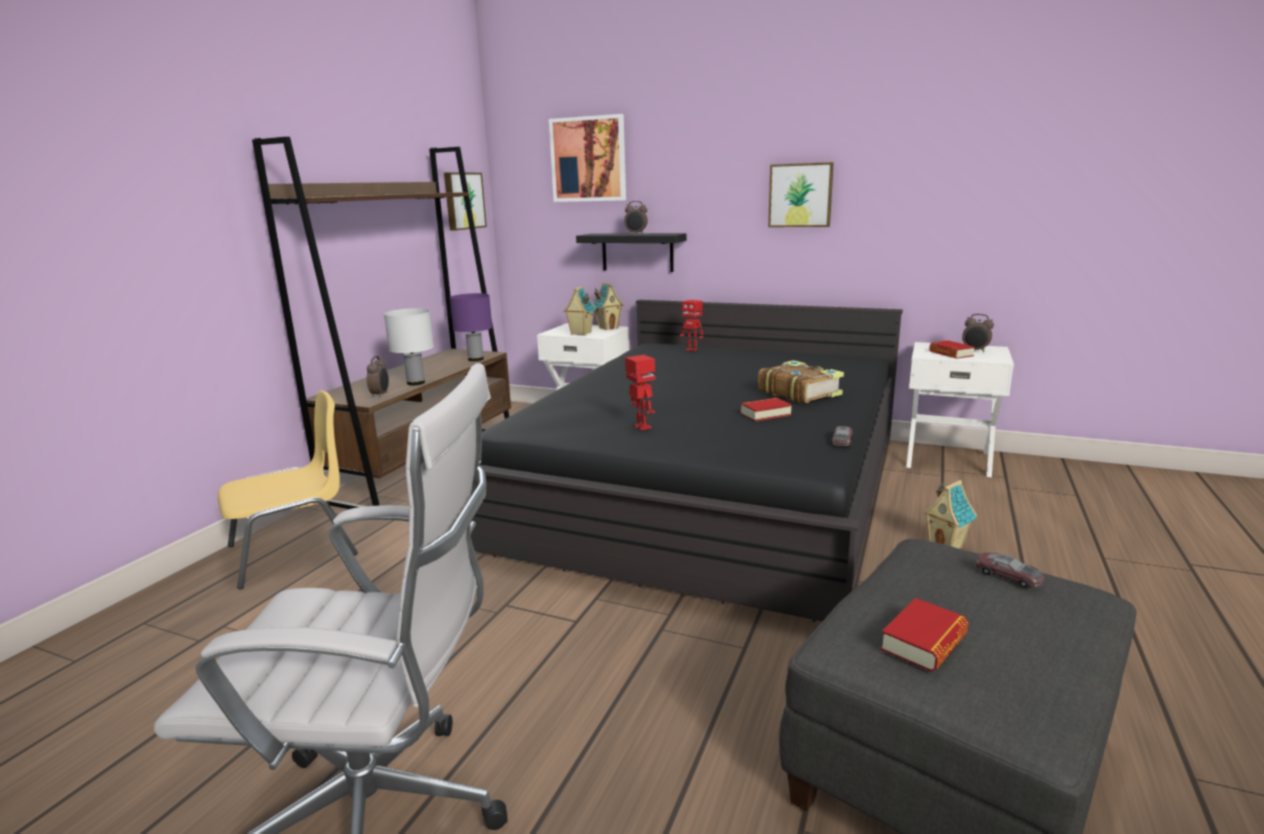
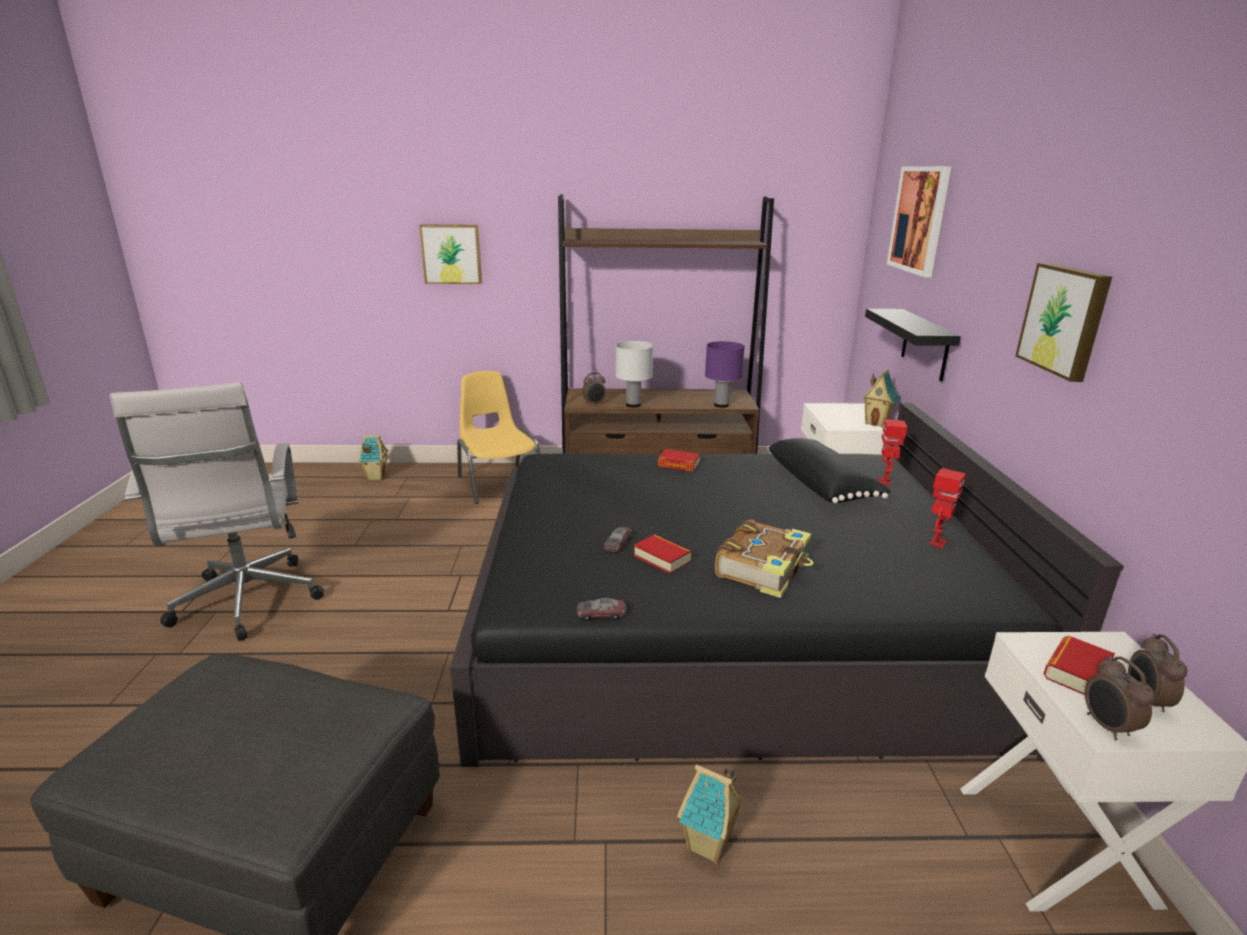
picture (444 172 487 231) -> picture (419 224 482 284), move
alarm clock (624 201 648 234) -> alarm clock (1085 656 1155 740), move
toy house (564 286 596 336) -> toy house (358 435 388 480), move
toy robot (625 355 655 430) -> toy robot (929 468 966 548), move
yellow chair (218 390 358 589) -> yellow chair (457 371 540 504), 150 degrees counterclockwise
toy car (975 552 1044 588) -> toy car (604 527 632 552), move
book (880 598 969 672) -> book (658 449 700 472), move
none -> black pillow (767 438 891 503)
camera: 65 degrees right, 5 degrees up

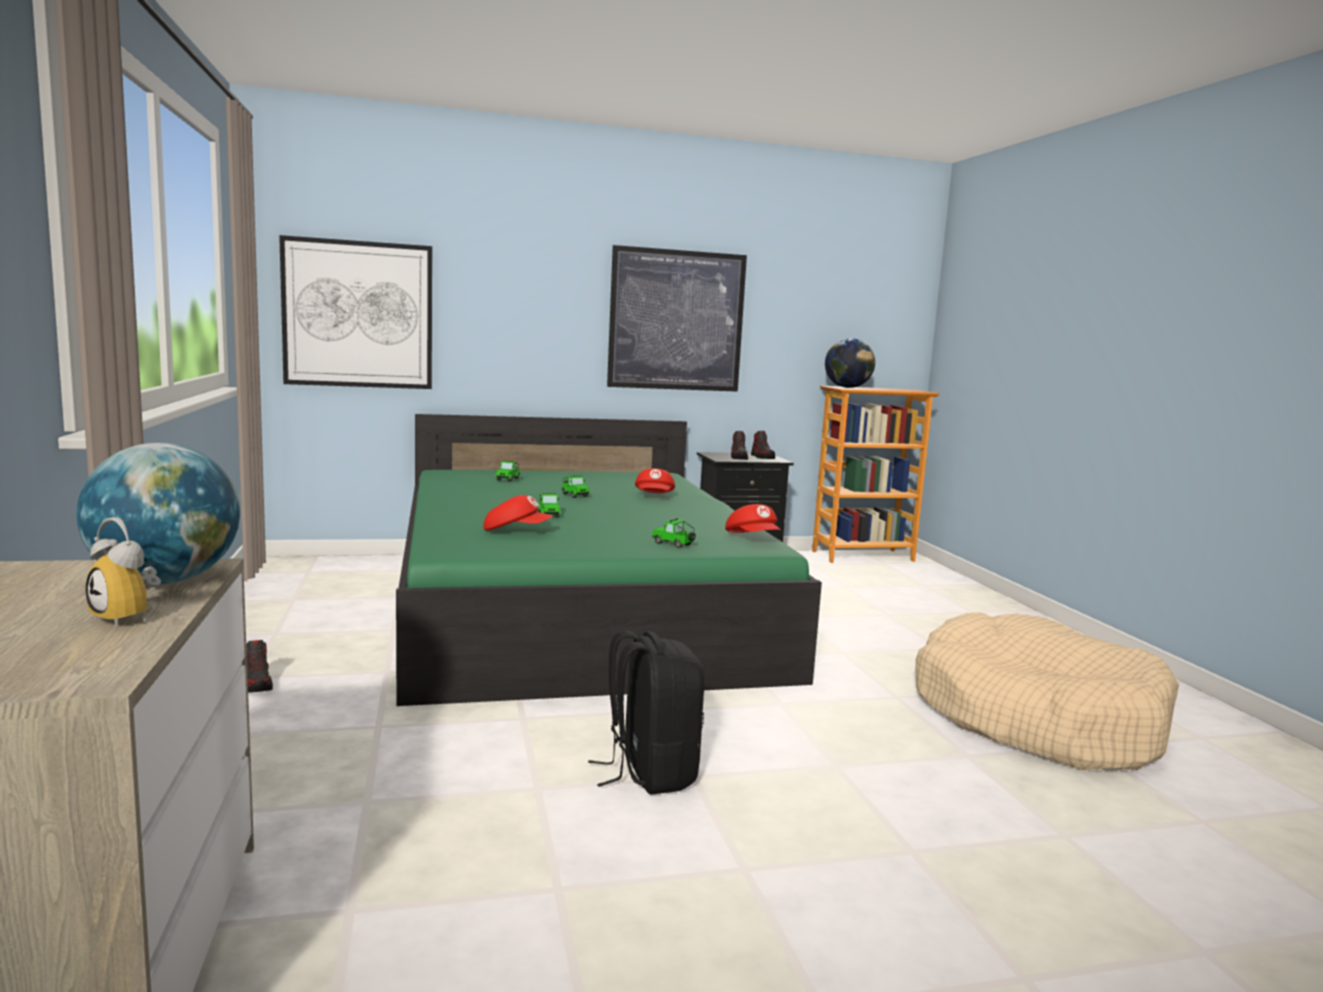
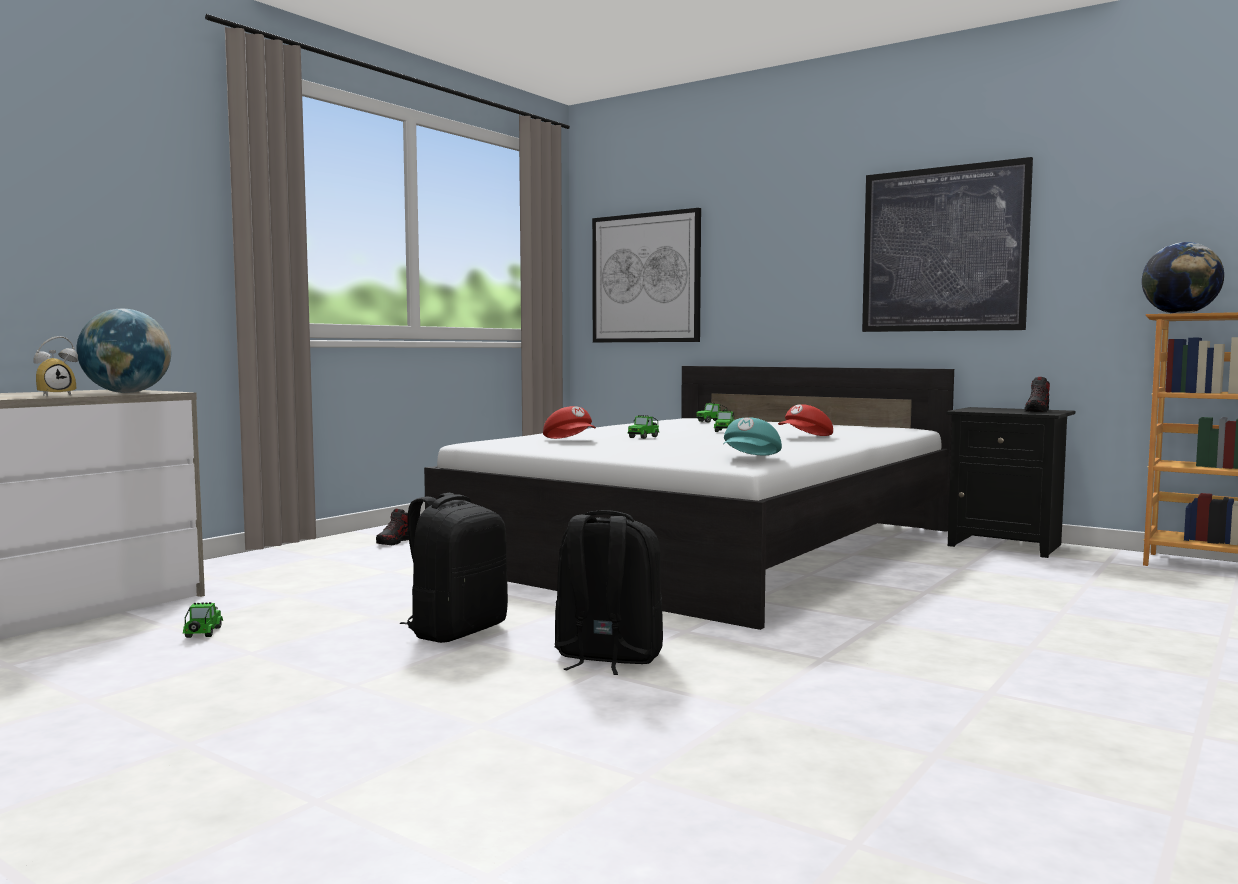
green bed (396 414 822 706) -> white bed (424 366 954 630)
shoe (731 431 748 460) -> none
red cap (725 504 781 533) -> turquoise cap (723 417 782 455)
alarm clock (86 517 161 628) -> alarm clock (33 336 78 397), 135 degrees counterclockwise
toy car (652 519 696 548) -> toy car (183 602 223 638), move
beige dog bed (915 612 1179 770) -> none
none -> black backpack (555 510 663 675)
camera: 50 degrees right, 5 degrees down

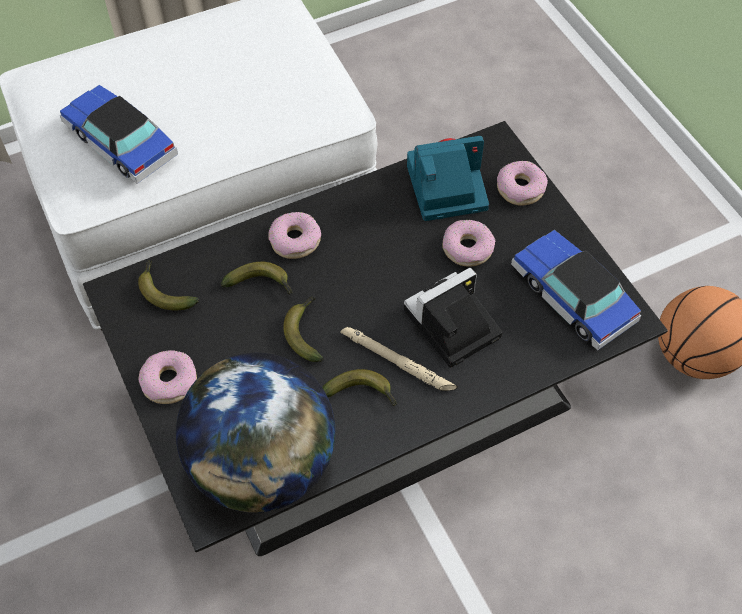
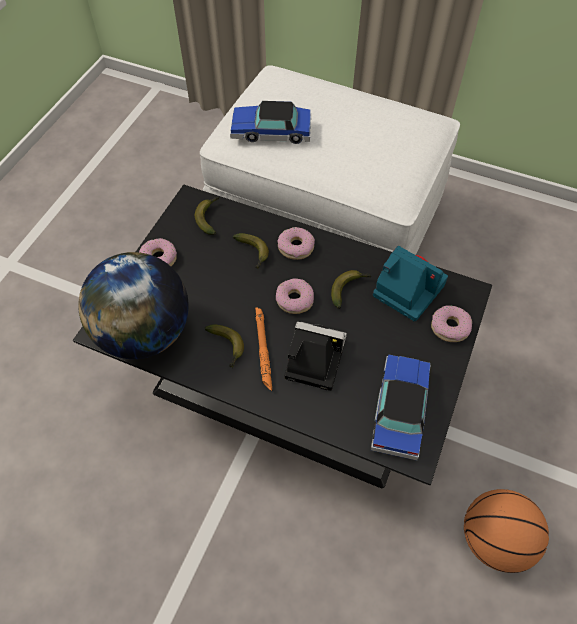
toy car (60 85 178 184) -> toy car (230 101 311 144), 90 degrees counterclockwise
donut (442 220 495 267) -> donut (276 278 314 314), move
banana (283 297 324 362) -> banana (331 270 371 309), move
beige flashlight (340 326 458 391) -> orange flashlight (255 308 273 391)
camera: 50 degrees right, 0 degrees up

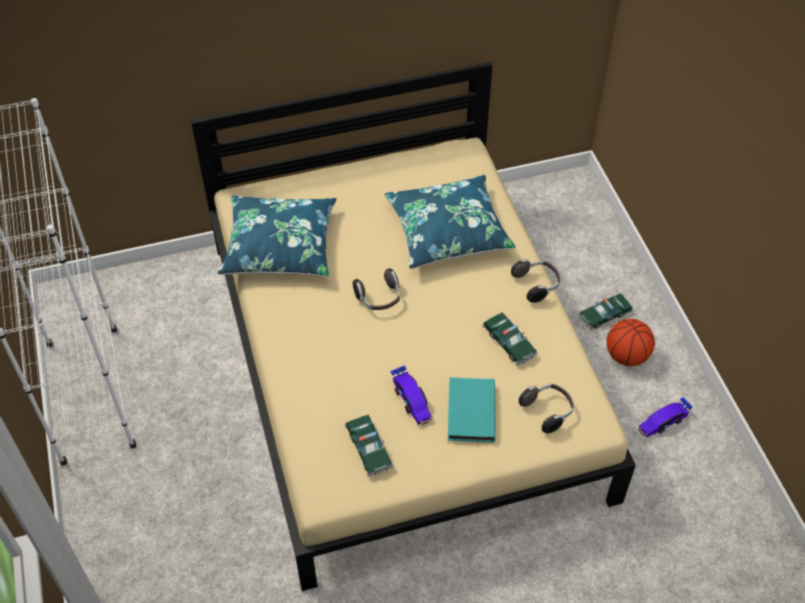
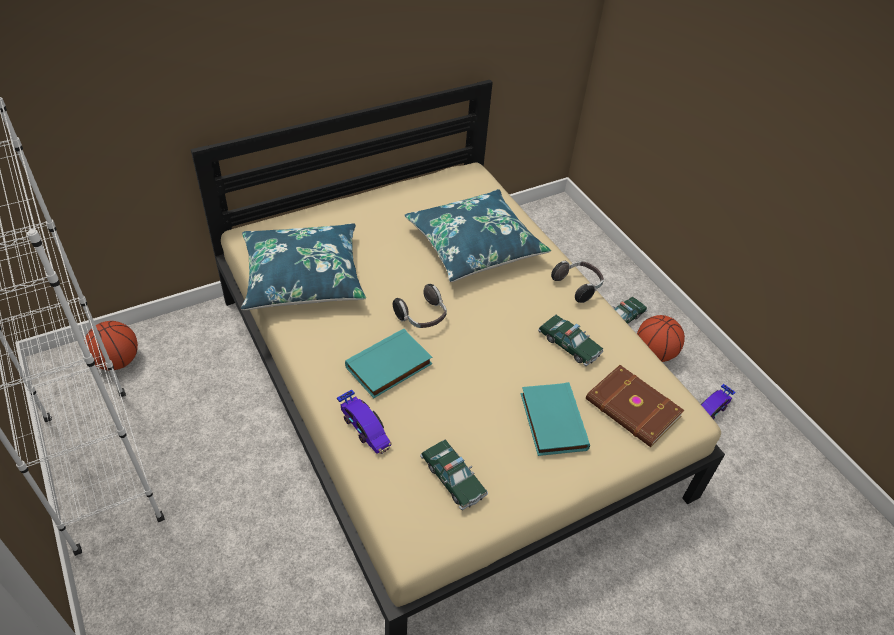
toy car (391 365 432 425) -> toy car (337 389 392 454), move
headphones (519 384 574 434) -> brown book (586 365 684 447)
none -> basketball (85 321 138 371)
none -> turquoise book (345 329 432 398)
camera: 15 degrees left, 5 degrees down

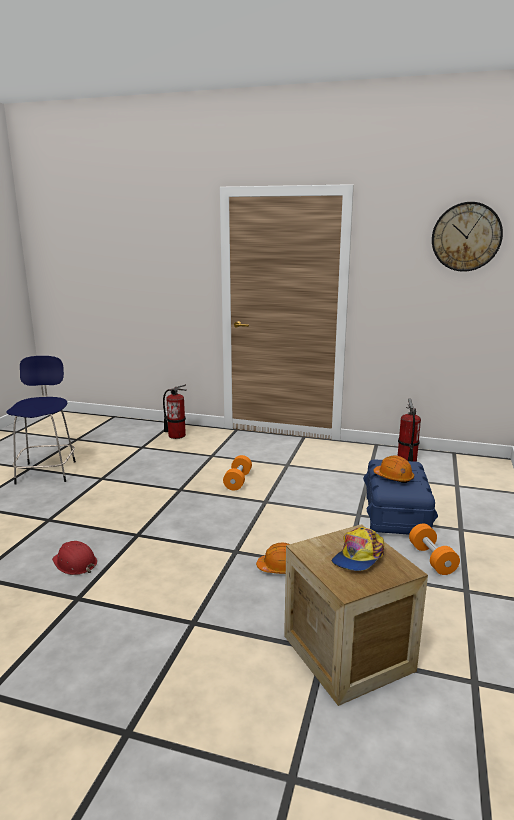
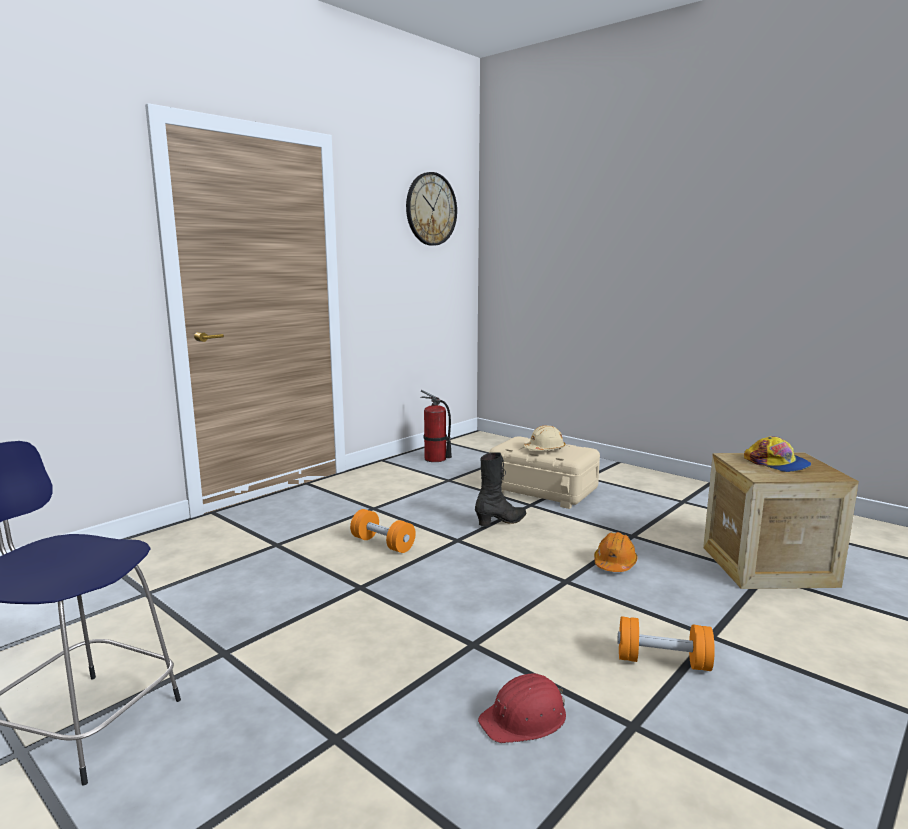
fire extinguisher (163 384 187 439) -> none
orange hard hat (373 455 414 483) -> beige hard hat (523 426 566 451)
blue storage box (363 459 438 534) -> beige storage box (489 436 600 509)
orange dumbbell (409 524 460 575) -> orange dumbbell (617 616 715 671), move
none -> black boot (475 452 526 527)
camera: 65 degrees left, 5 degrees down

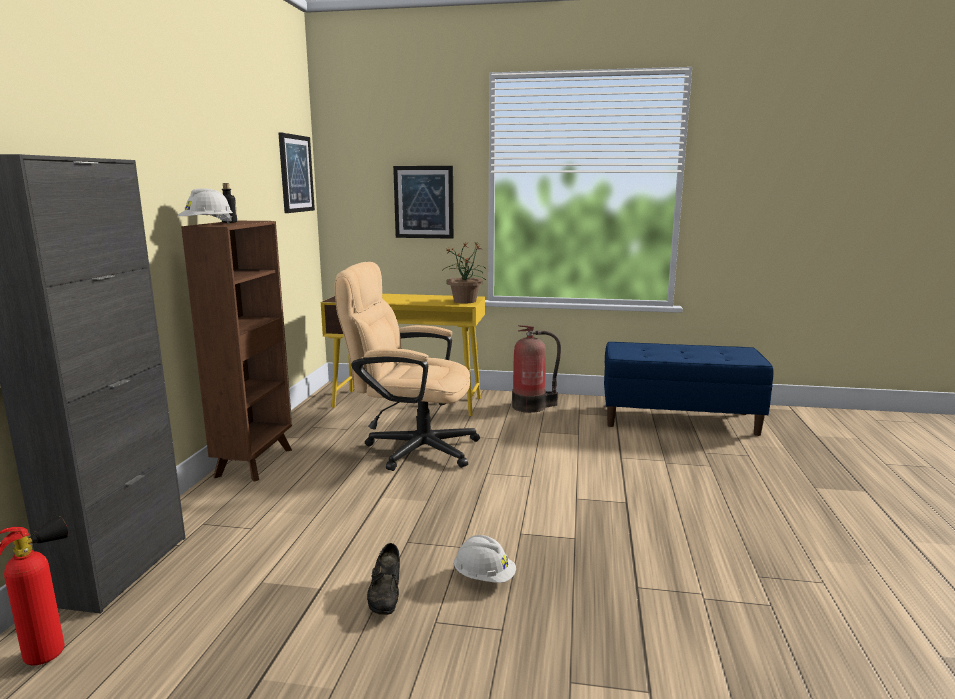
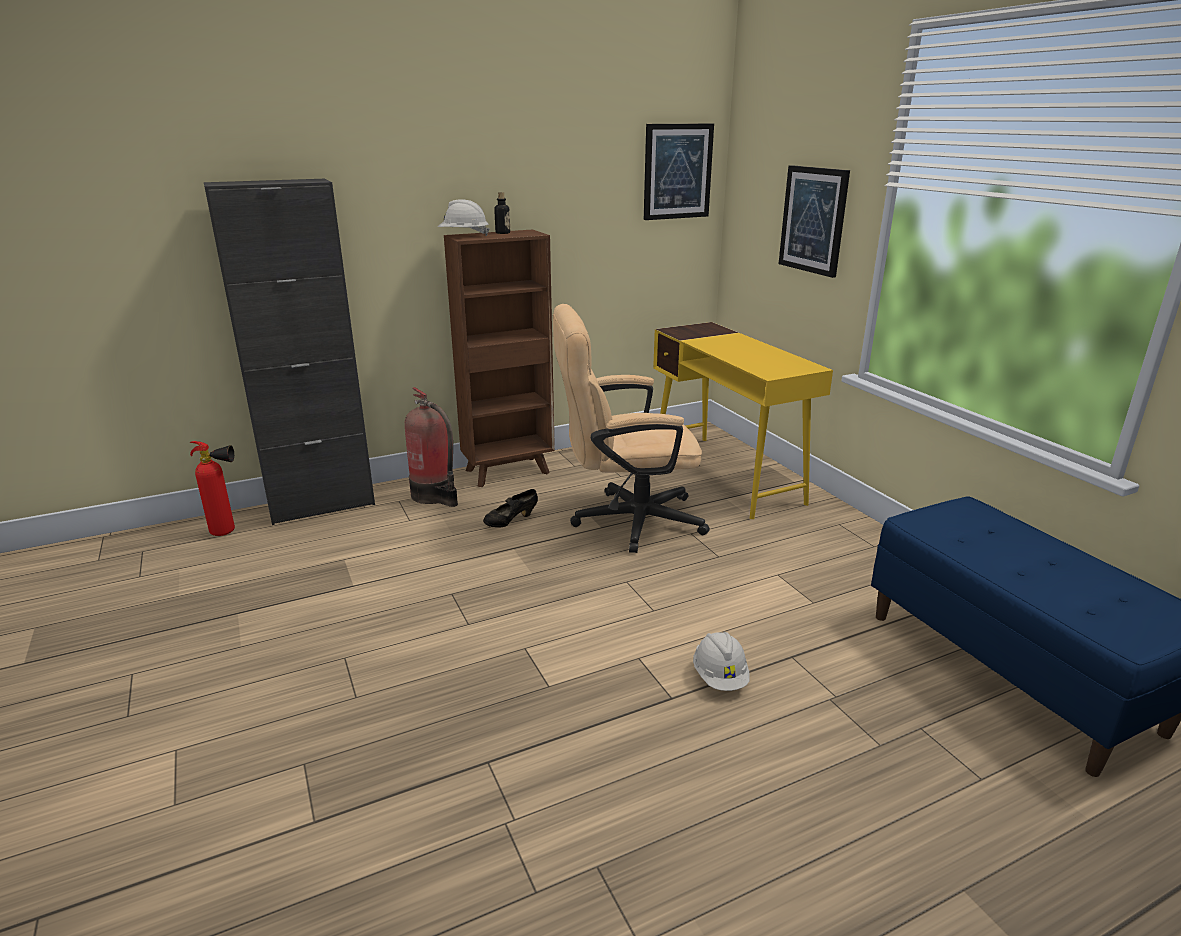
potted plant (442 241 486 304) -> none
beige office chair (334 262 480 471) -> beige office chair (553 304 710 553), 75 degrees counterclockwise
fire extinguisher (512 325 561 413) -> fire extinguisher (405 387 458 507), move
white hard hat (454 535 516 583) -> white hard hat (693 632 750 691), move
black shoe (367 543 400 615) -> black shoe (483 489 538 527), move
camera: 55 degrees right, 10 degrees up

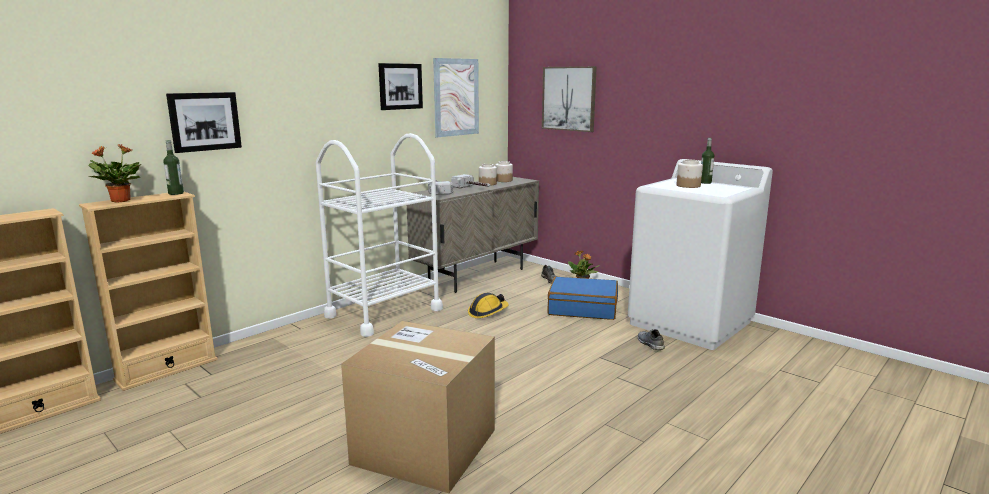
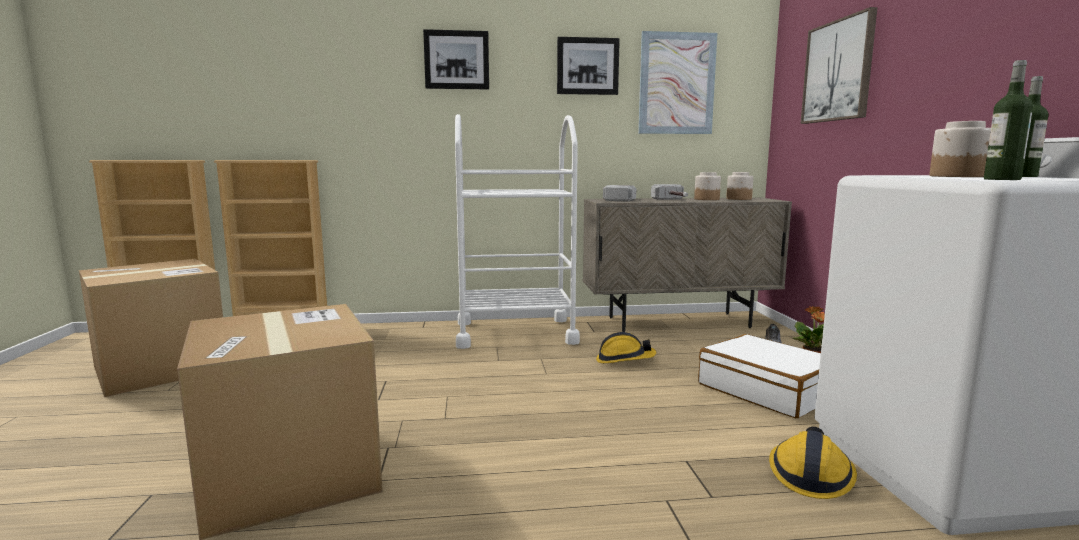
picture (166 92 242 153) -> picture (423 29 489 90), move
bottle (163 140 184 195) -> bottle (984 60 1033 180), move
potted plant (88 144 142 203) -> none
blue suitcase (547 277 618 320) -> white suitcase (698 334 821 418)
grey shoe (638 329 665 350) -> hard hat (769 427 857 499)
none -> cardboard box (79 259 223 397)
camera: 40 degrees right, 5 degrees down

